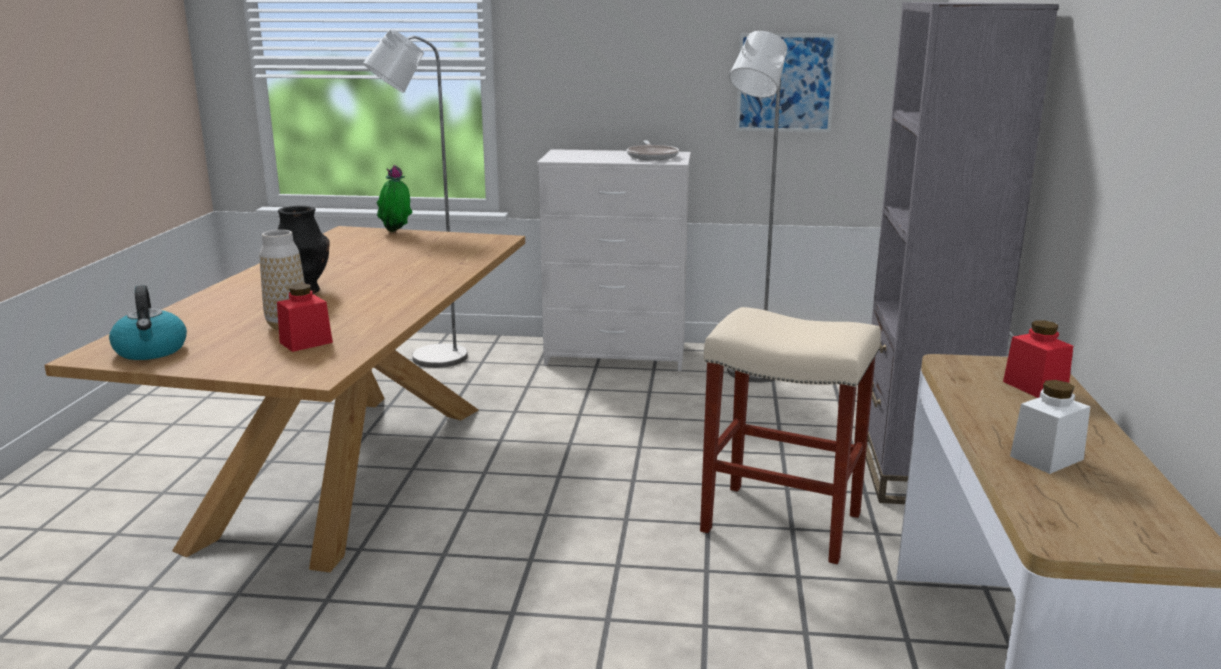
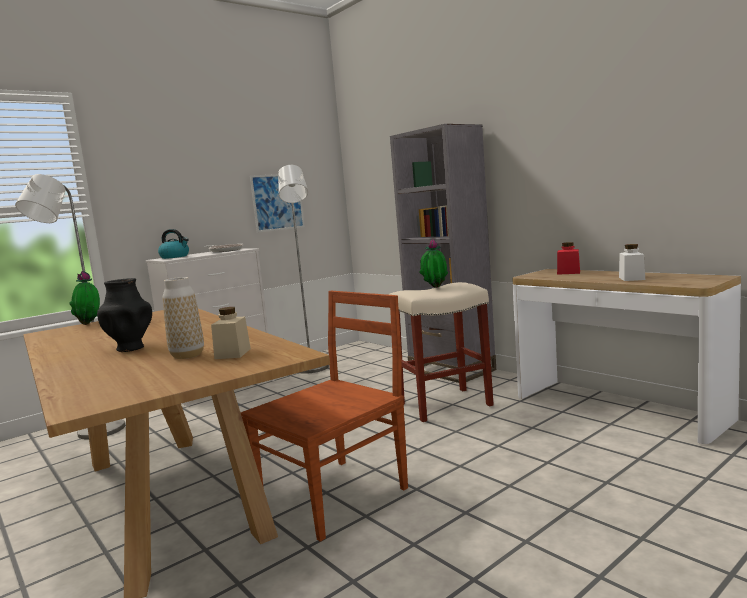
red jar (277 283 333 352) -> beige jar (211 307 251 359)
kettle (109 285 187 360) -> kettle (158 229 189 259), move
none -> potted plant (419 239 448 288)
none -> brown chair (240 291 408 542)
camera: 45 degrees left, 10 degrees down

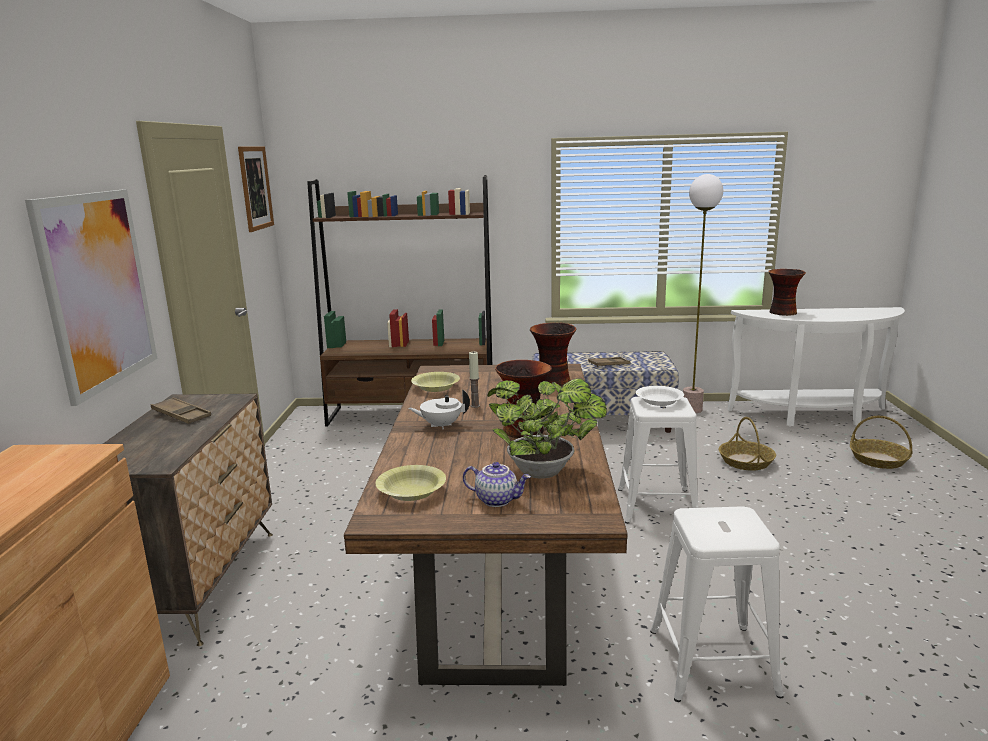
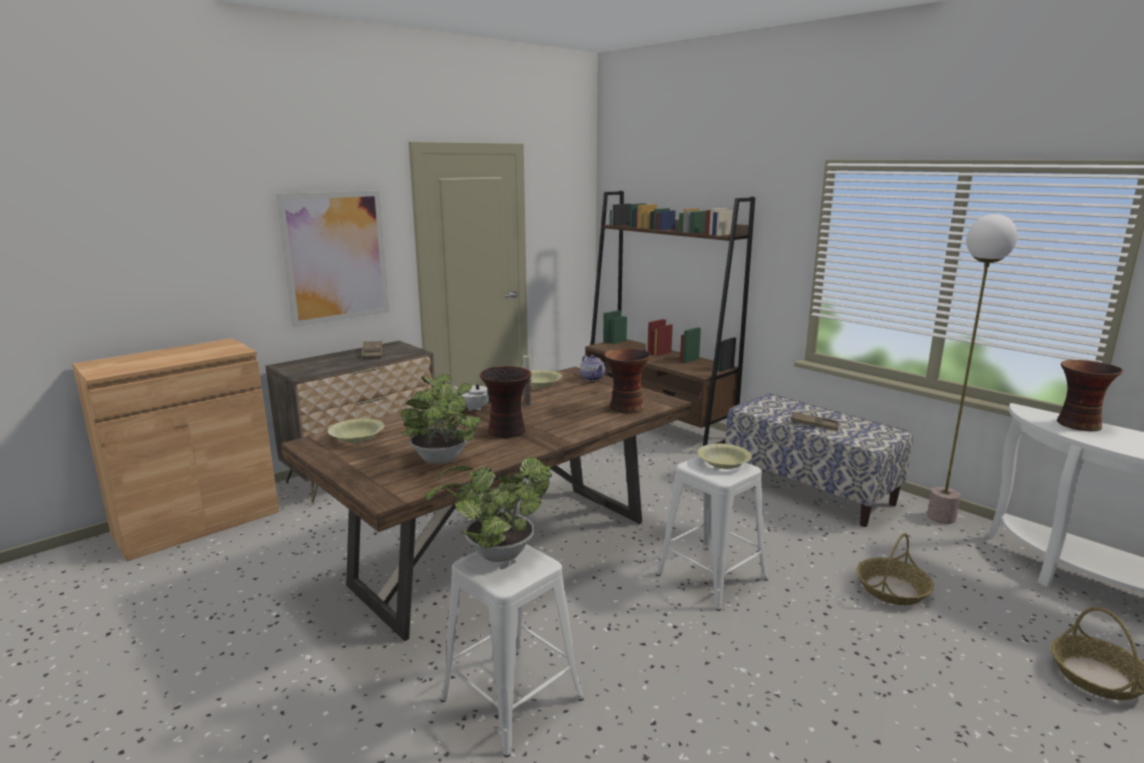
picture (238 147 274 232) -> none
white bowl (636 386 684 406) -> yellow bowl (698 444 752 469)
teapot (463 462 531 507) -> teapot (580 355 605 381), move
none -> potted plant (425 457 552 562)
camera: 45 degrees right, 0 degrees up

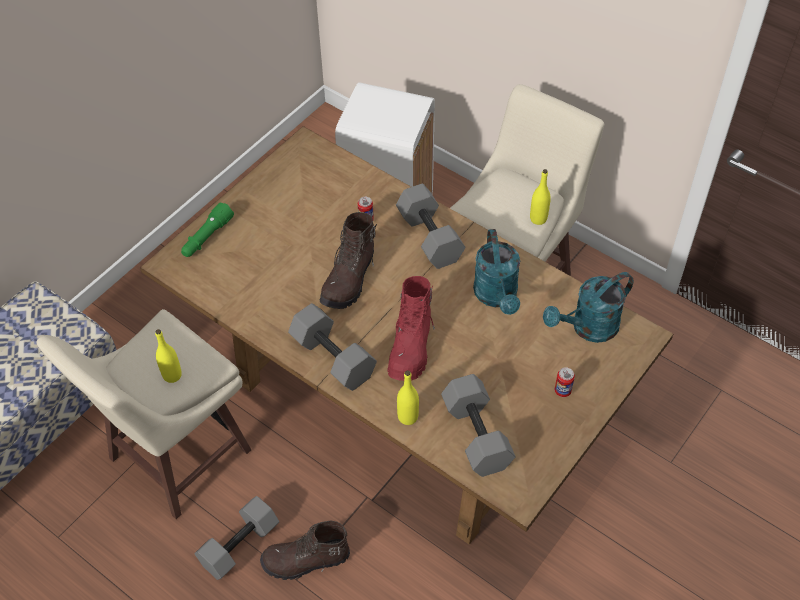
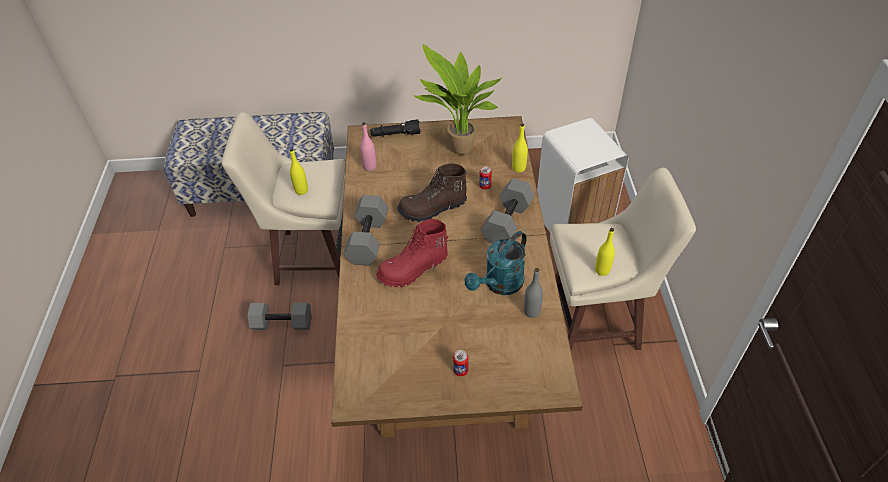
green flashlight (181 202 234 257) -> black flashlight (370 119 420 137)
turquoise watering can (543 272 634 343) -> none
yellow bottle (397 370 419 425) -> yellow bottle (512 123 528 173), move
grey dumbbell (441 374 516 477) -> none
brown boot (260 521 350 580) -> none
none -> potted plant (413 44 502 155)
none -> pink bottle (360 122 377 171)
none -> grey bottle (524 268 543 318)
camera: 50 degrees right, 5 degrees down

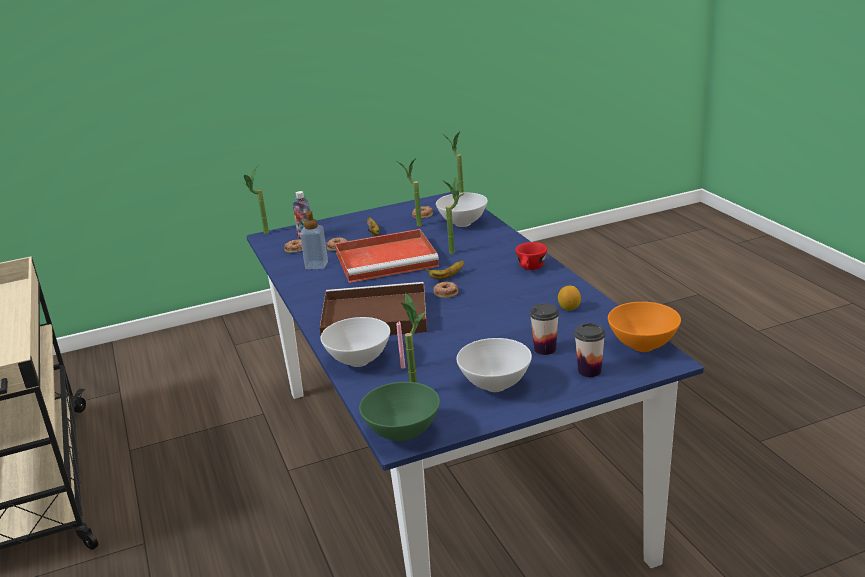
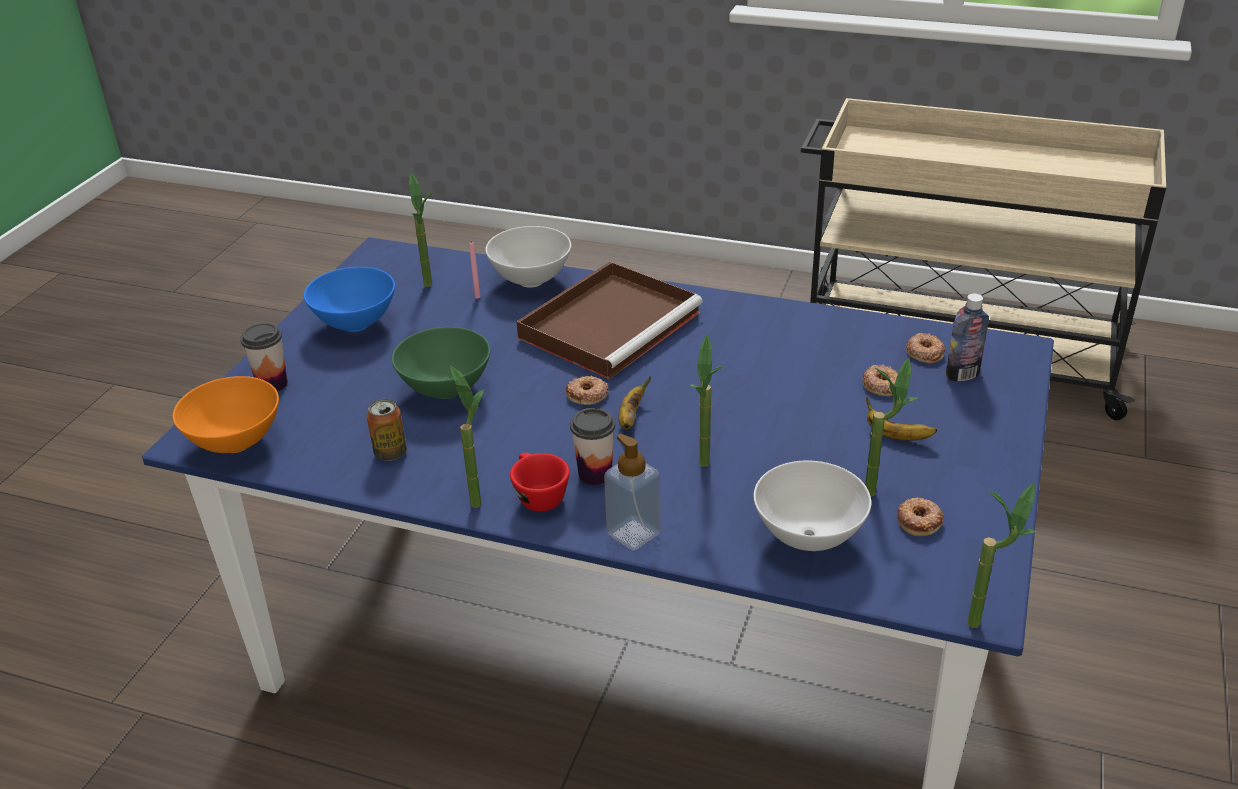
potted plant (243 165 269 234) -> potted plant (450 365 484 508), move
soap dispenser (300 211 328 269) -> soap dispenser (604 434 661 551), move
red tray (335 229 439 283) -> none
lemon (558 286 581 311) -> can (366 399 407 461)
cup (530 303 559 355) -> cup (570 408 615 485), move
white bowl (457 338 532 392) -> blue bowl (304 267 395 332)
green bowl (359 382 440 442) -> green bowl (392 327 490 399), move
camera: 130 degrees right, 10 degrees up

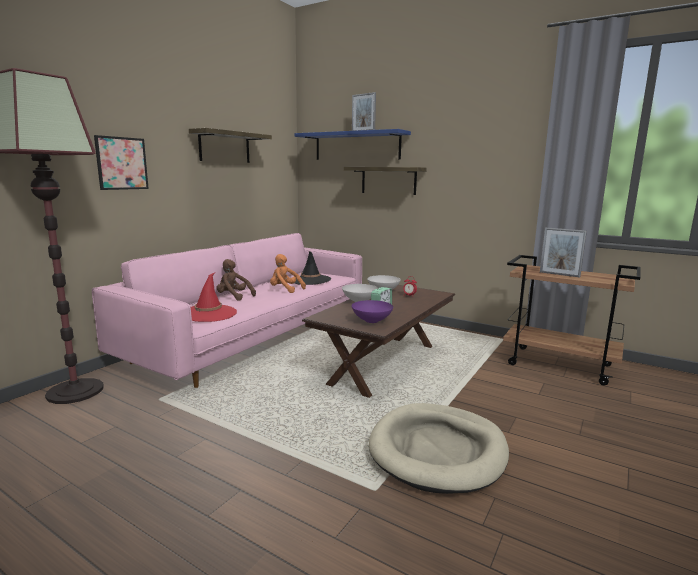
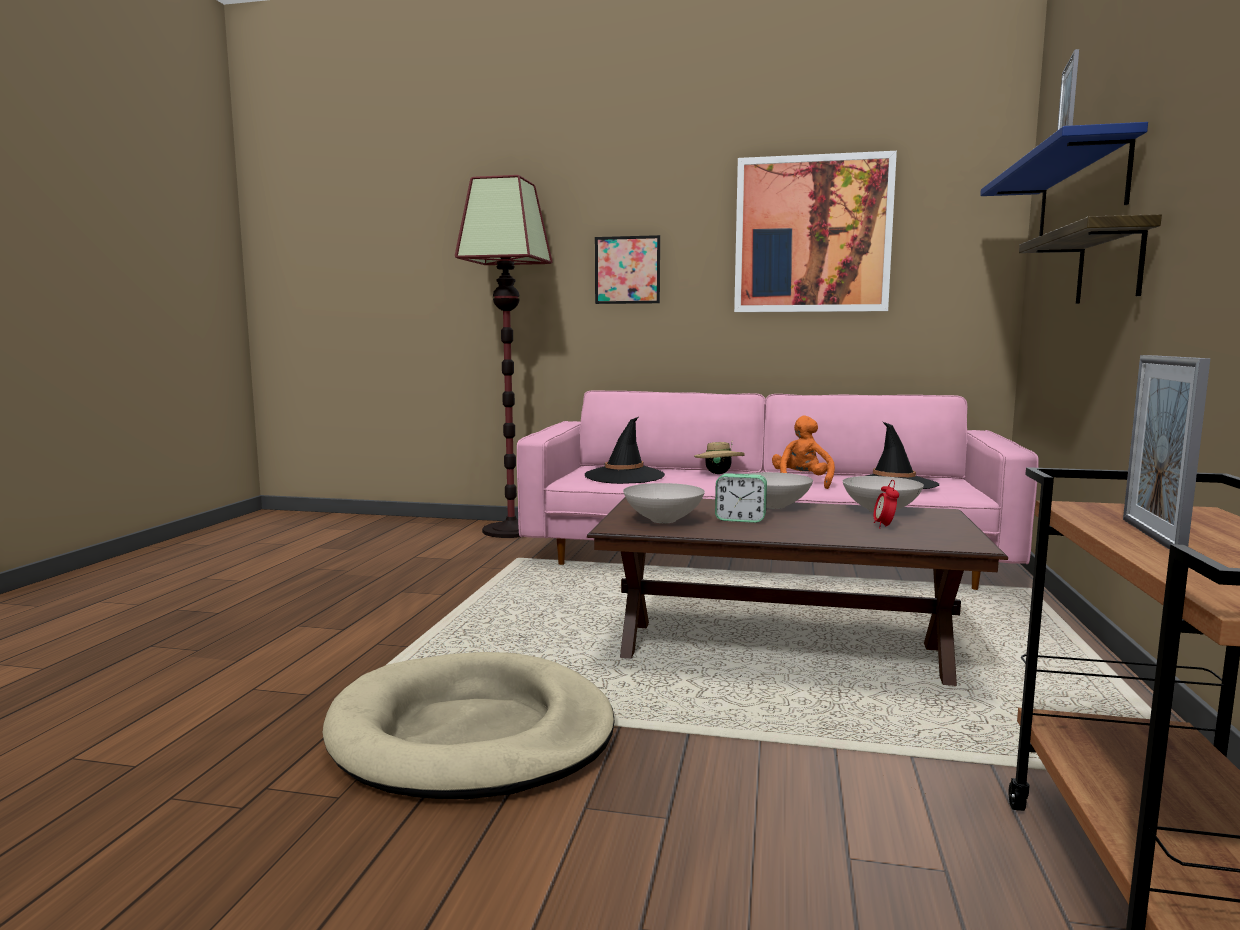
shelf (189 128 272 163) -> picture (734 151 897 312)
brown plush toy (216 259 256 301) -> beige hat (694 442 745 474)
red hat (191 273 237 322) -> black hat (585 417 665 484)
purple bowl (351 300 393 323) -> white bowl (623 483 705 523)
camera: 70 degrees right, 5 degrees down

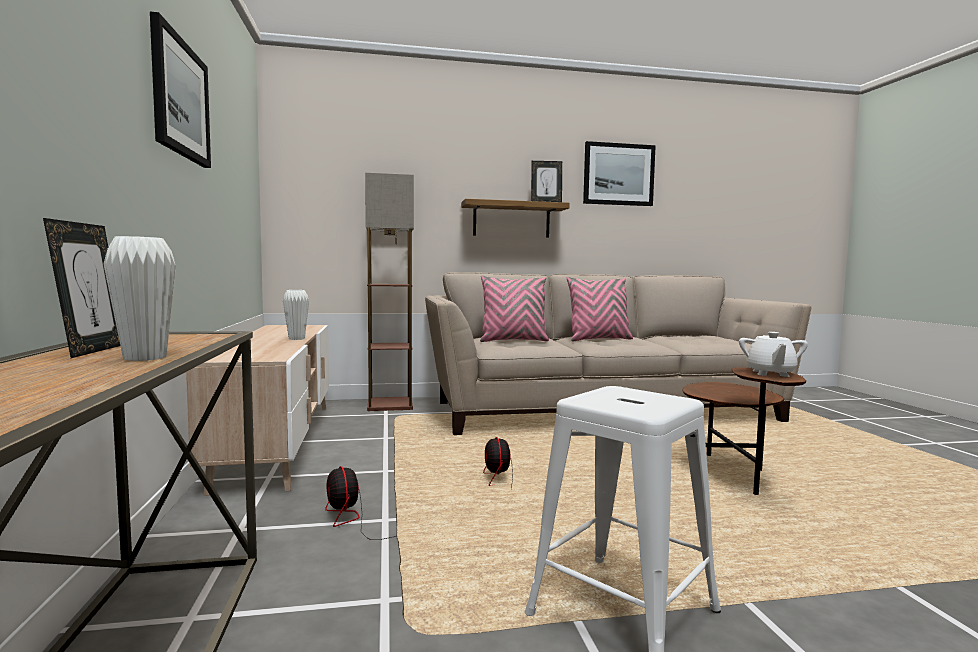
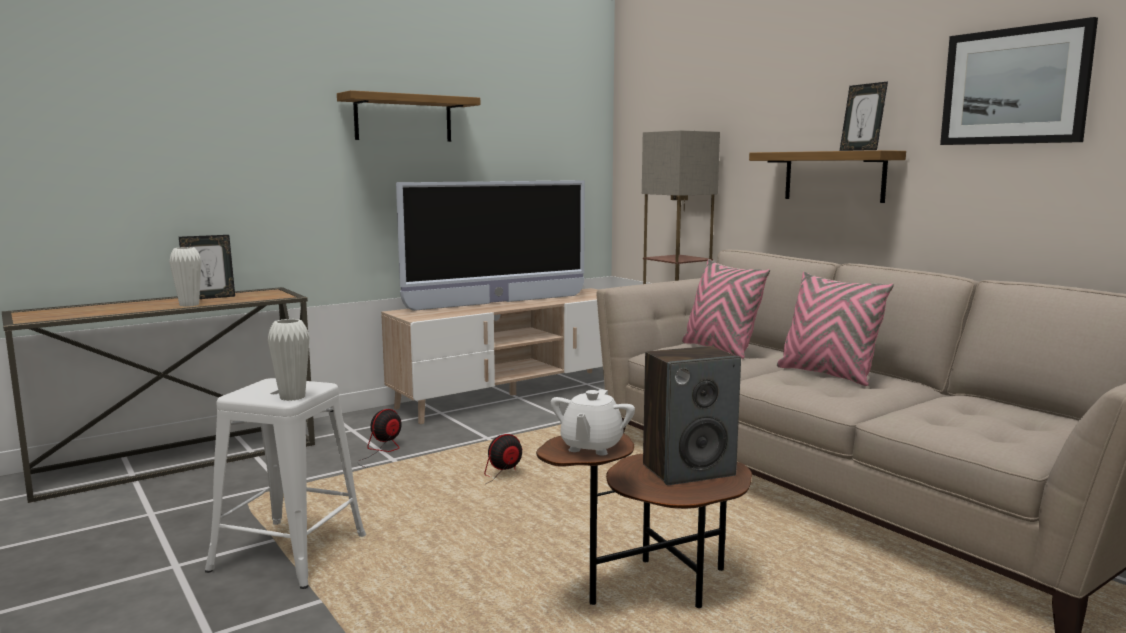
picture (150 12 211 168) -> shelf (337 90 480 142)
white vase (283 290 309 340) -> white vase (268 319 310 401), move
white teapot (739 332 808 377) -> white teapot (551 389 635 455), 60 degrees counterclockwise
none -> television (396 180 585 311)
none -> speaker (643 346 741 485)
camera: 65 degrees right, 5 degrees up

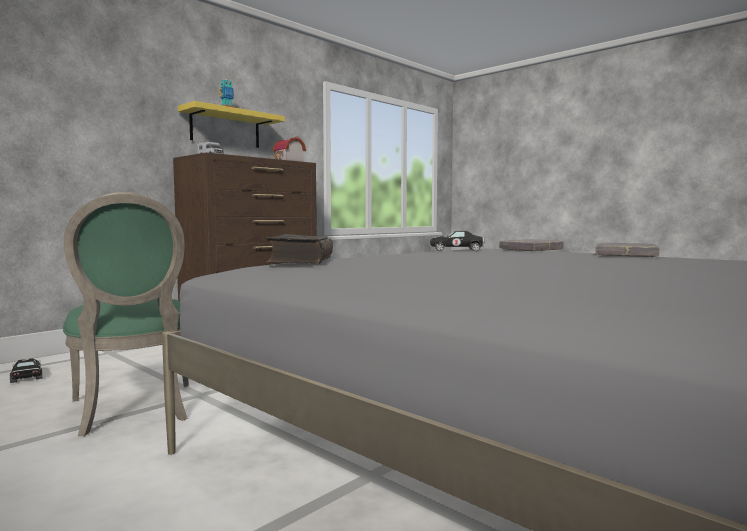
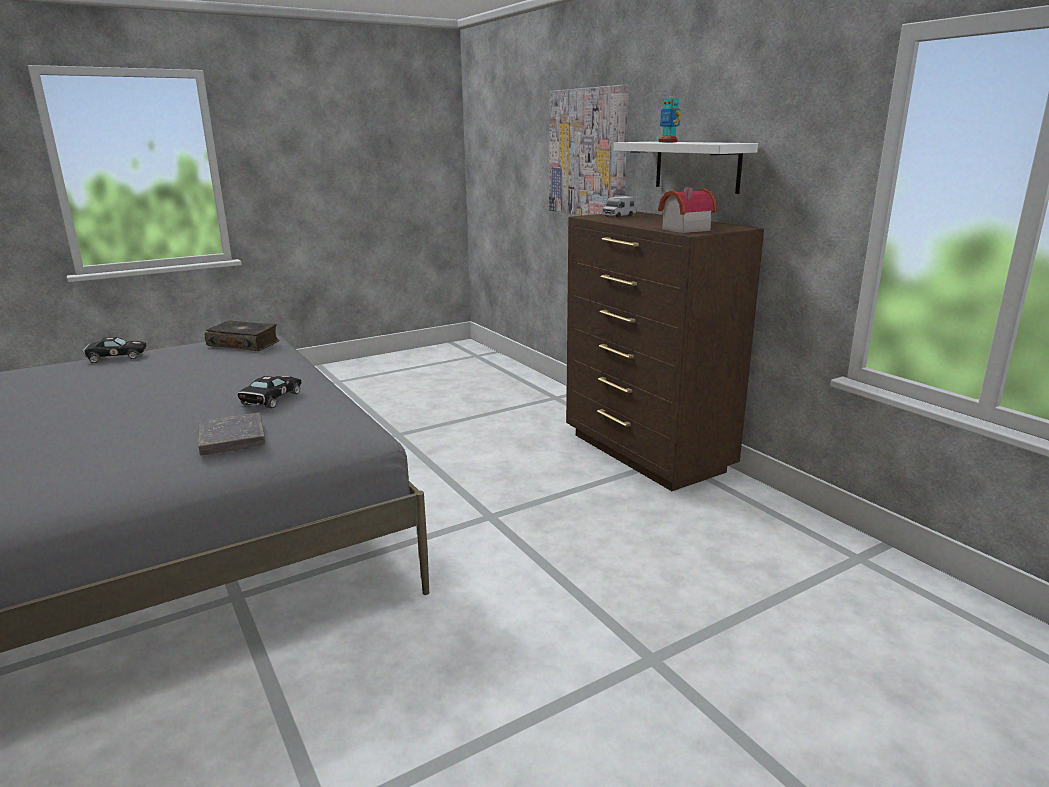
yellow shelf (178 101 285 148) -> white shelf (613 142 758 194)
green chair (63 192 189 436) -> none
grey book (595 243 660 257) -> none
black toy car (10 358 42 383) -> black toy car (83 337 147 363), move
none -> picture (549 85 629 216)
camera: 105 degrees right, 15 degrees up

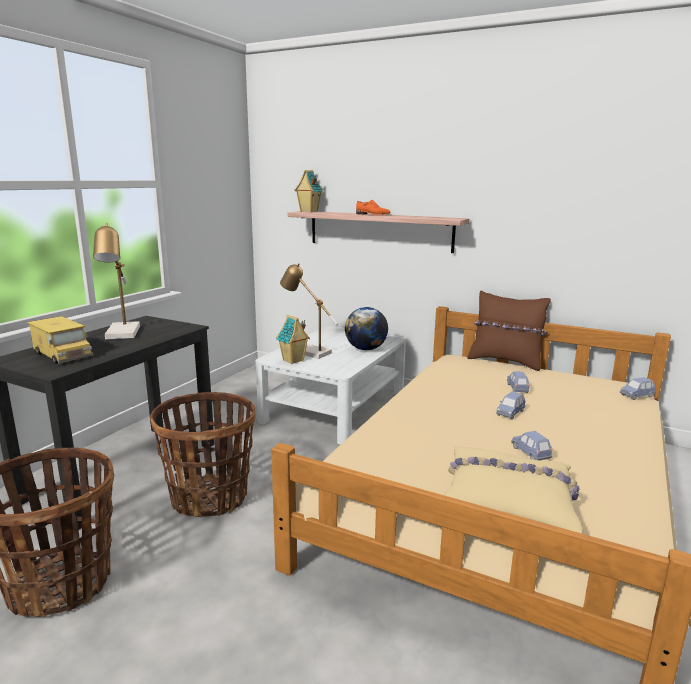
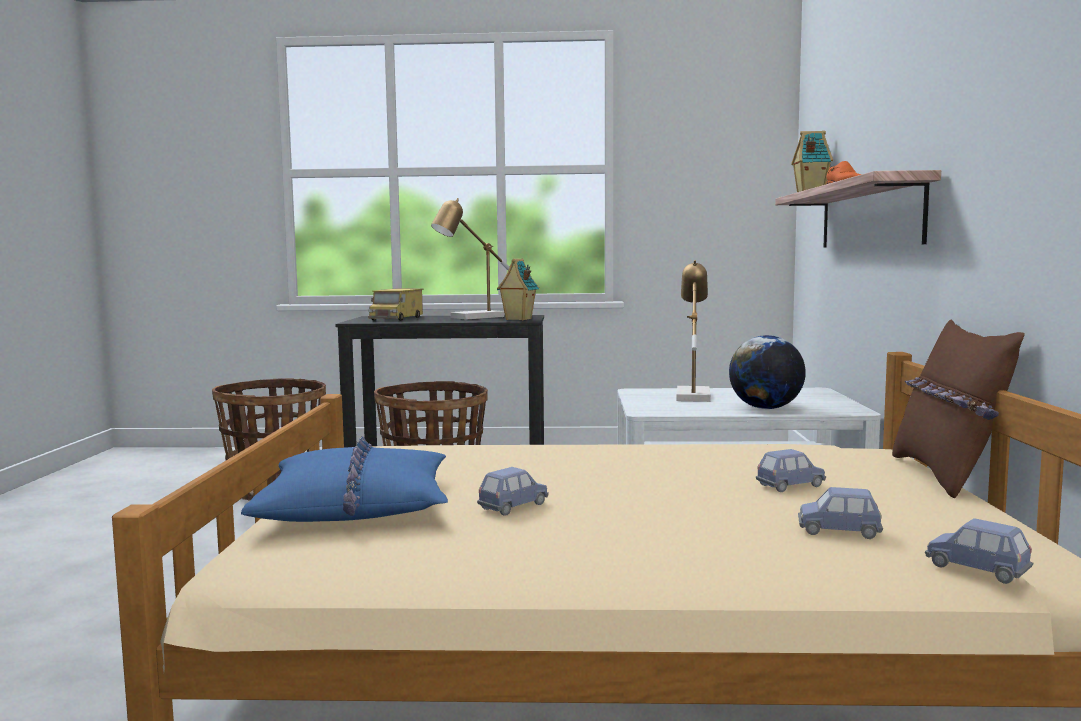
toy house (276 315 310 364) -> toy house (497 259 539 320), move
blue toy car (496 391 525 420) -> blue toy car (798 487 883 539), move
beige pillow (443 446 583 534) -> blue pillow (241 436 448 522)
camera: 65 degrees right, 10 degrees down

